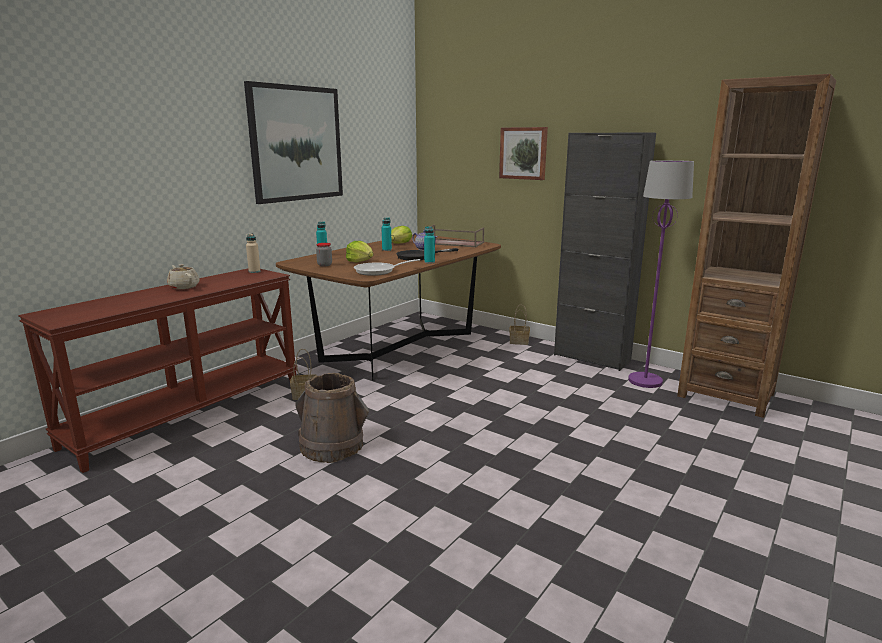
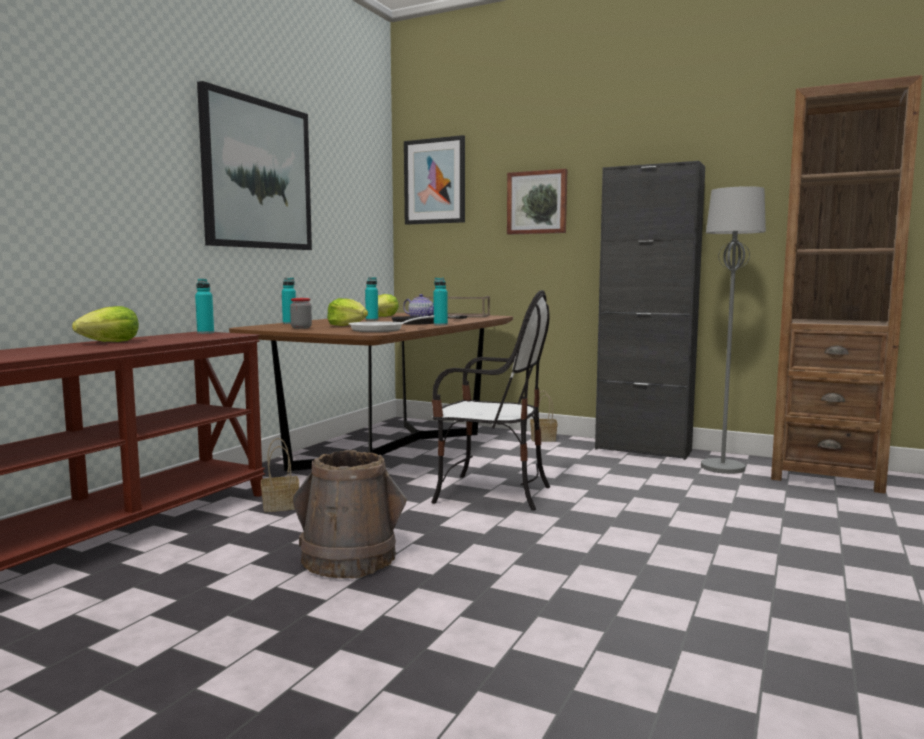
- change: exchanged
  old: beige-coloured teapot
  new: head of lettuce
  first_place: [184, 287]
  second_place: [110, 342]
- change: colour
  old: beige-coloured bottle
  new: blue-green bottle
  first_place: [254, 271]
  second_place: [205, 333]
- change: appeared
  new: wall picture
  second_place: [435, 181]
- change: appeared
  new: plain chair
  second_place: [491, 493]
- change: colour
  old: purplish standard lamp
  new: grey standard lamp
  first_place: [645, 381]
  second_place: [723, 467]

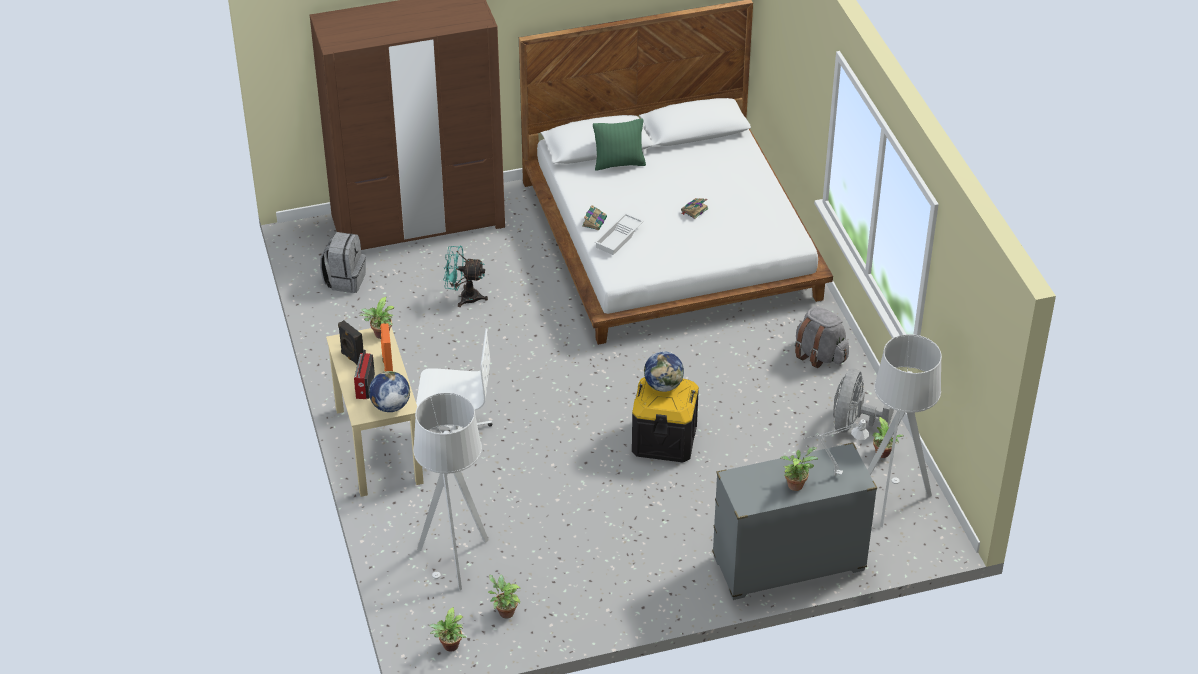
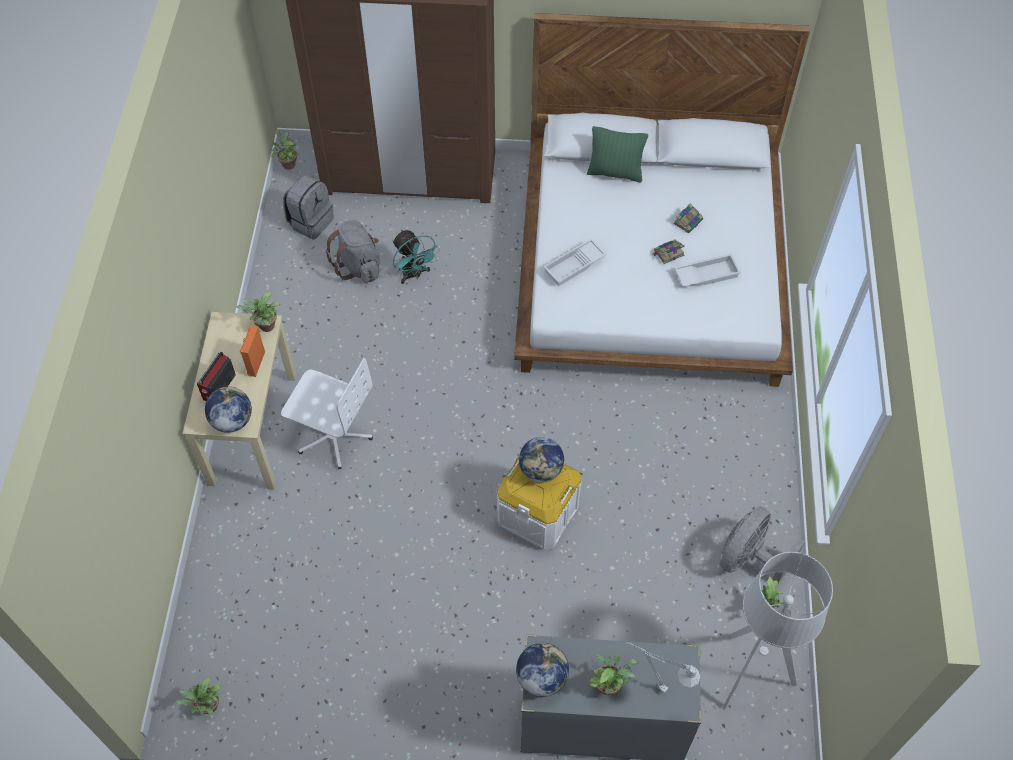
- change: relocated
  old: plant in a pot
  first_place: [504, 612]
  second_place: [287, 164]
- change: relocated
  old: grey backpack
  first_place: [819, 355]
  second_place: [358, 266]
- change: spun
  old: blue-green fan
  first_place: [464, 297]
  second_place: [414, 274]
  degrees: -150
- change: colour
  old: black storage container
  new: white-coloured storage container
  first_place: [664, 439]
  second_place: [538, 514]
- change: appeared
  new: world globe
  second_place: [541, 677]
- change: relocated
  old: bound book
  first_place: [594, 221]
  second_place: [688, 221]
- change: appeared
  new: white-coloured serving tray
  second_place: [706, 274]
- change: missing
  old: black loudspeaker
  first_place: [352, 358]
- change: missing
  old: grey standard lamp
  first_place: [455, 559]

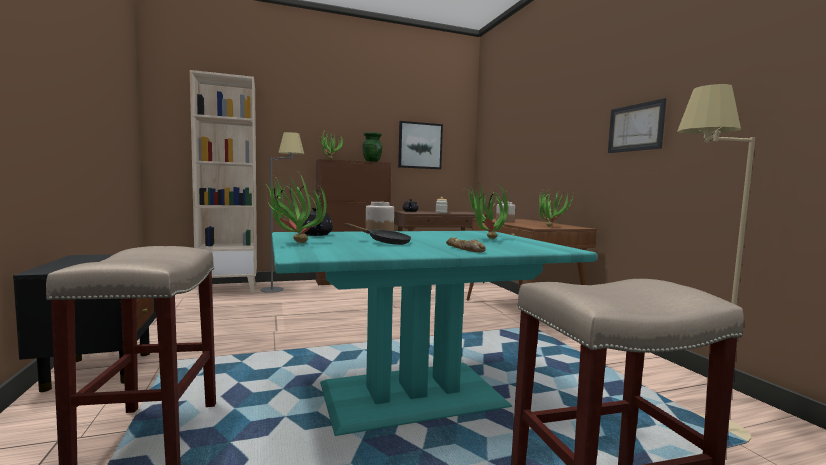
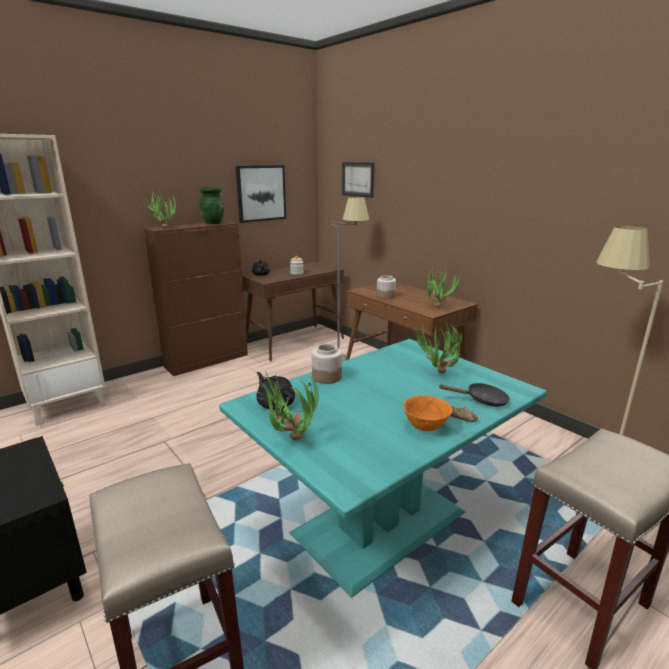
- change: relocated
  old: grey standard lamp
  first_place: [282, 289]
  second_place: [346, 356]
- change: relocated
  old: wall picture
  first_place: [635, 127]
  second_place: [358, 179]
- change: appeared
  new: orange-coloured deep dish
  second_place: [425, 427]
- change: relocated
  old: black pan
  first_place: [385, 242]
  second_place: [482, 400]

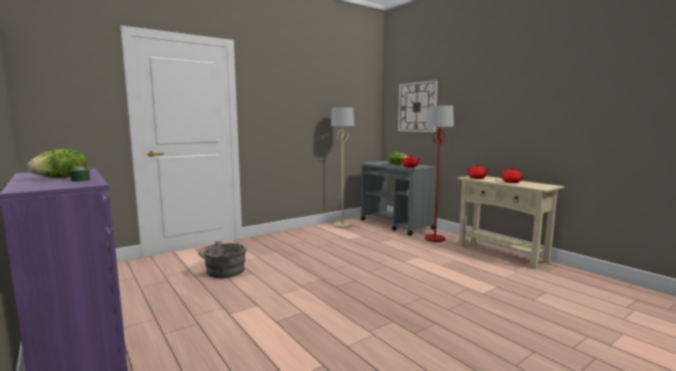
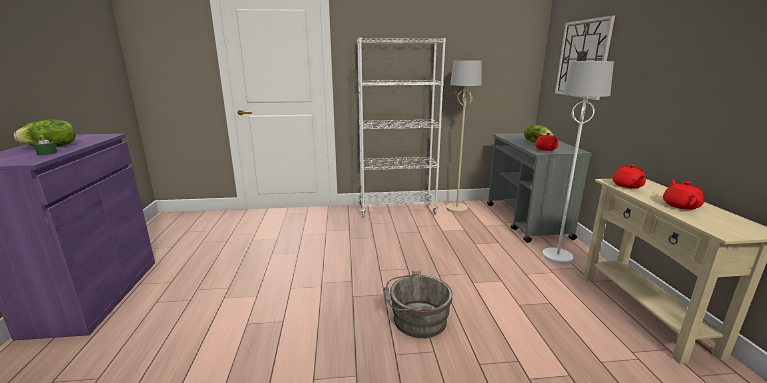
- change: appeared
  new: white-coloured shelving unit
  second_place: [397, 210]
- change: relocated
  old: grey pail
  first_place: [223, 271]
  second_place: [416, 320]
- change: colour
  old: reddish standard lamp
  new: white-coloured standard lamp
  first_place: [434, 239]
  second_place: [557, 256]

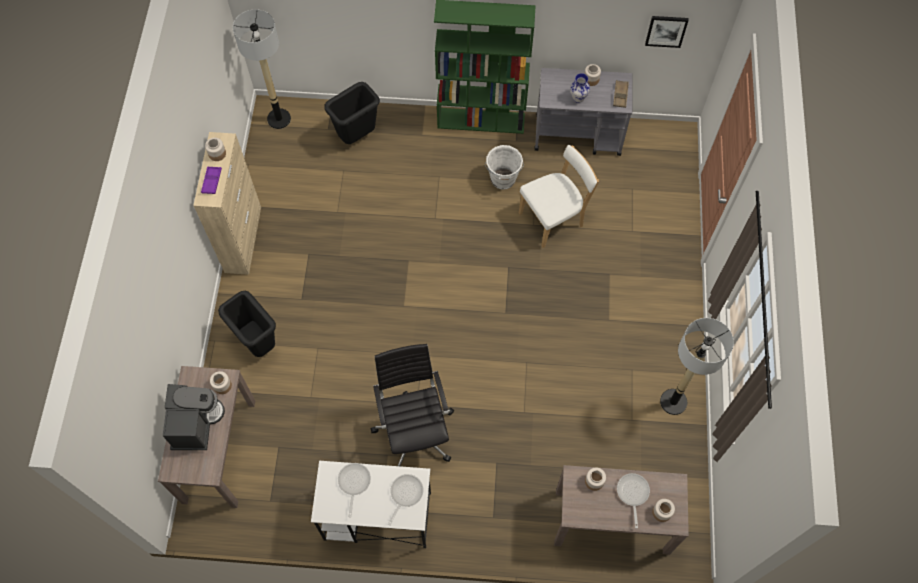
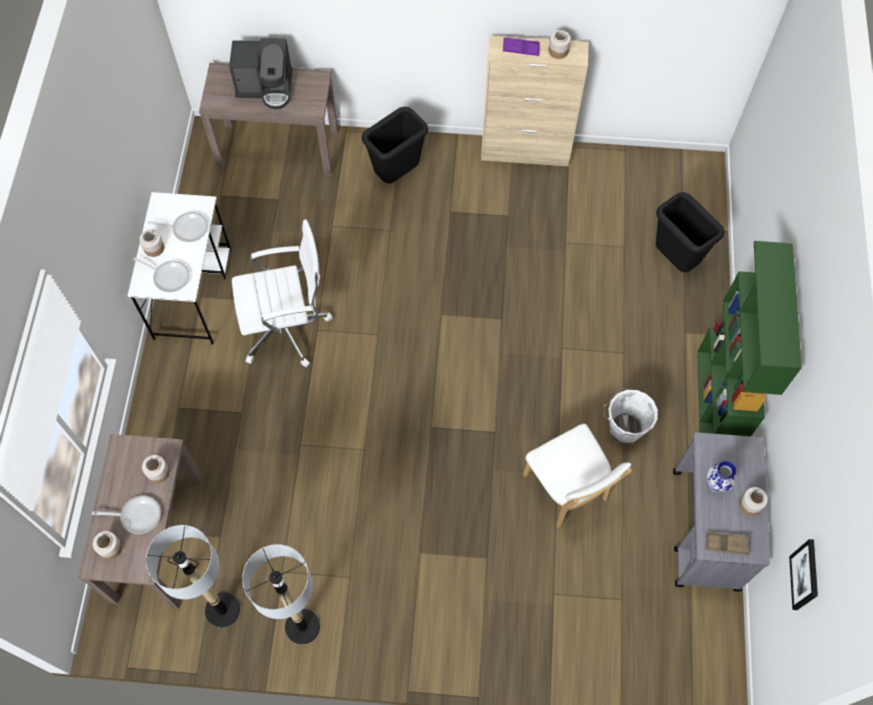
- change: relocated
  old: preserve jar
  first_place: [222, 386]
  second_place: [154, 248]
- change: relocated
  old: standard lamp
  first_place: [279, 119]
  second_place: [222, 610]
- change: colour
  old: black desk chair
  new: white-coloured desk chair
  first_place: [415, 430]
  second_place: [287, 328]

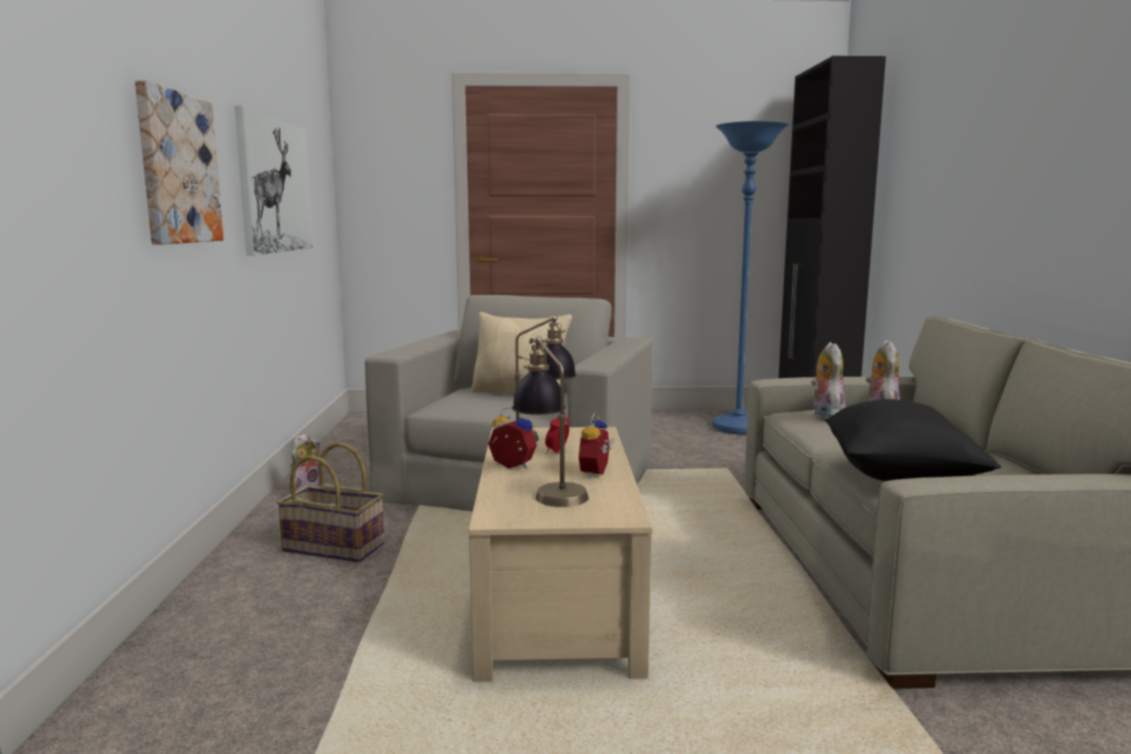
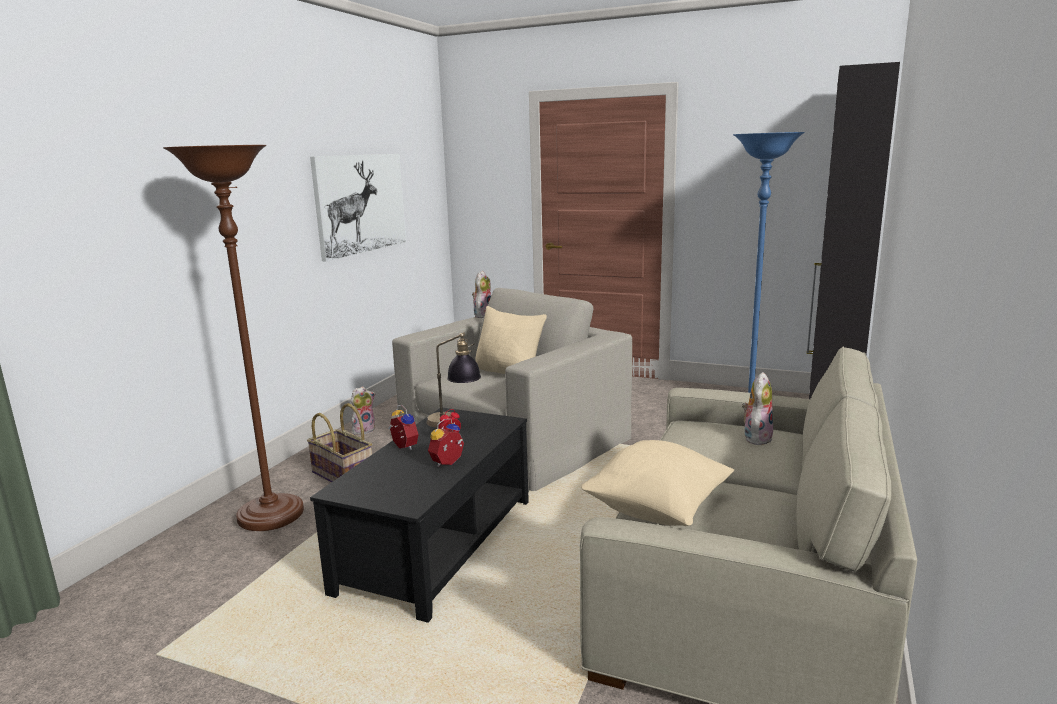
- change: appeared
  new: brown standard lamp
  second_place: [271, 516]
- change: colour
  old: beige-coloured low table
  new: black low table
  first_place: [559, 598]
  second_place: [439, 545]
- change: relocated
  old: soft toy
  first_place: [825, 417]
  second_place: [482, 315]
- change: colour
  old: black throw pillow
  new: beige-coloured throw pillow
  first_place: [899, 477]
  second_place: [658, 510]
- change: missing
  old: wall picture
  first_place: [178, 168]
- change: missing
  old: table lamp
  first_place: [550, 490]

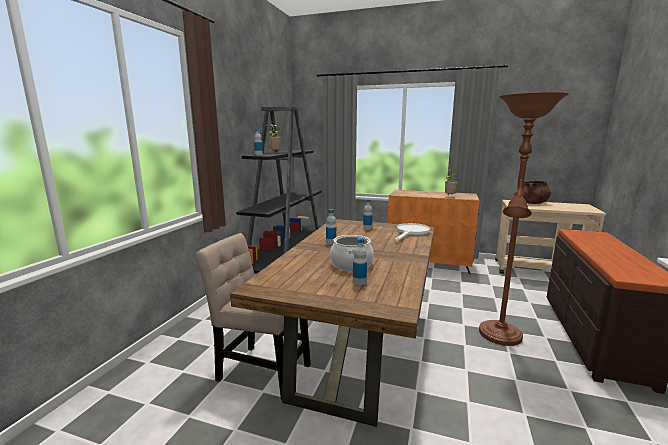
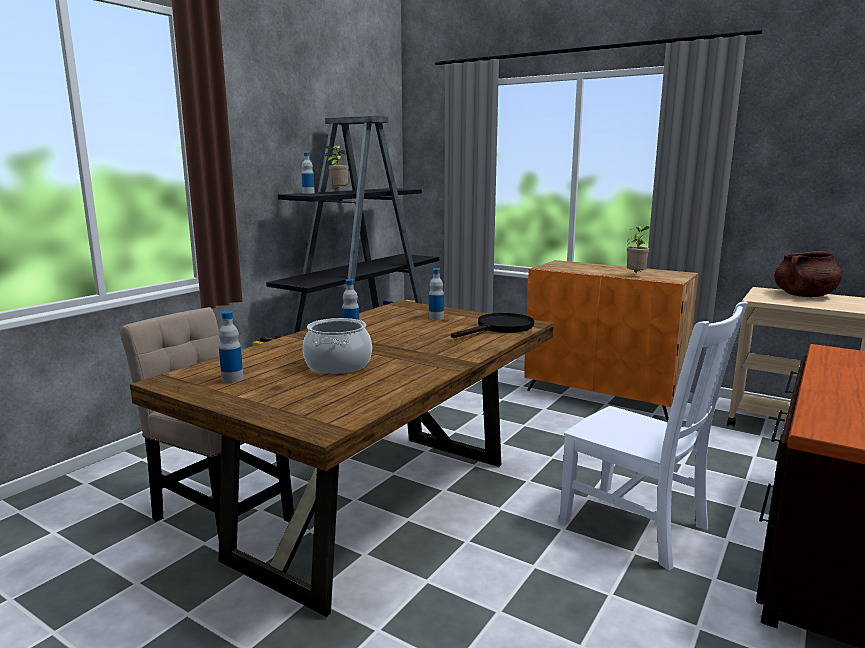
- change: relocated
  old: bottle
  first_place: [359, 282]
  second_place: [232, 379]
- change: colour
  old: white-coloured pan
  new: black pan
  first_place: [411, 232]
  second_place: [500, 328]
- change: exchanged
  old: brown standard lamp
  new: white-coloured plain chair
  first_place: [500, 337]
  second_place: [638, 526]

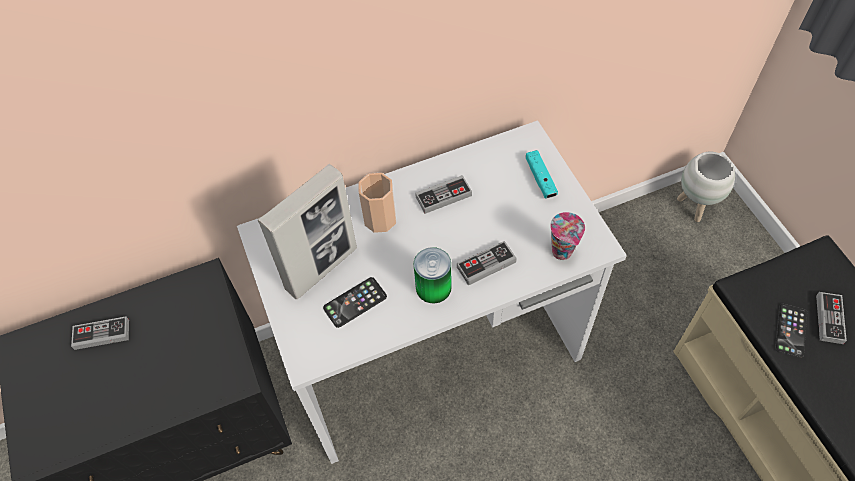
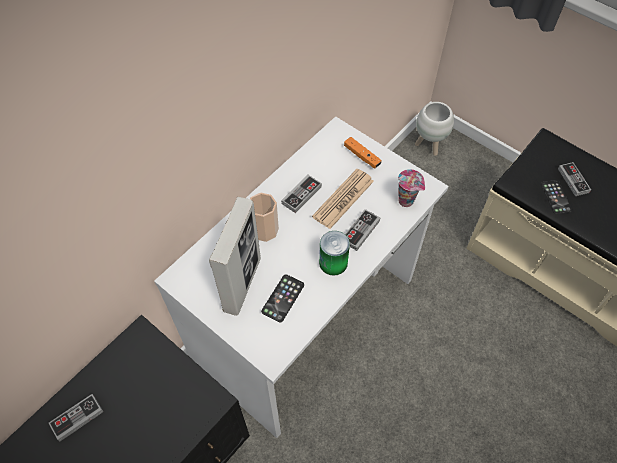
- change: appeared
  new: daily paper
  second_place: [343, 199]
- change: colour
  old: blue-green game controller
  new: orange-coloured game controller
  first_place: [540, 178]
  second_place: [362, 156]

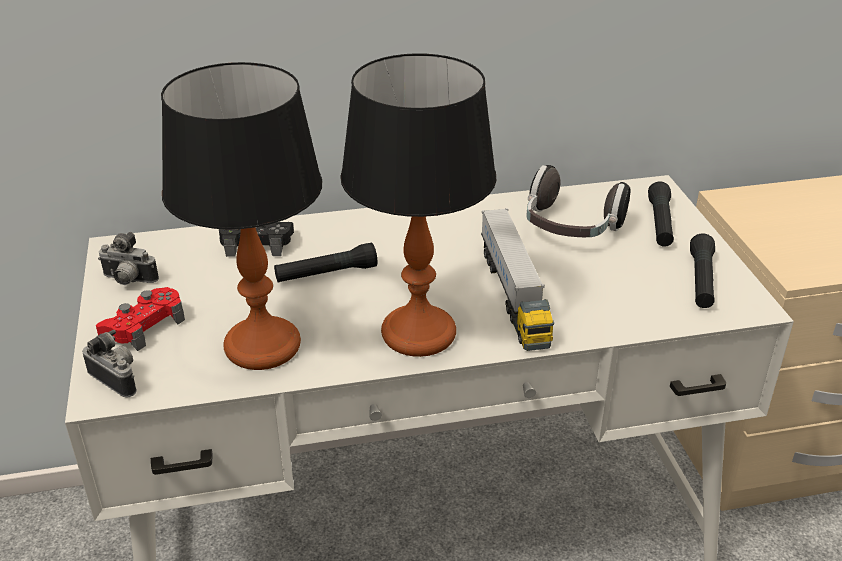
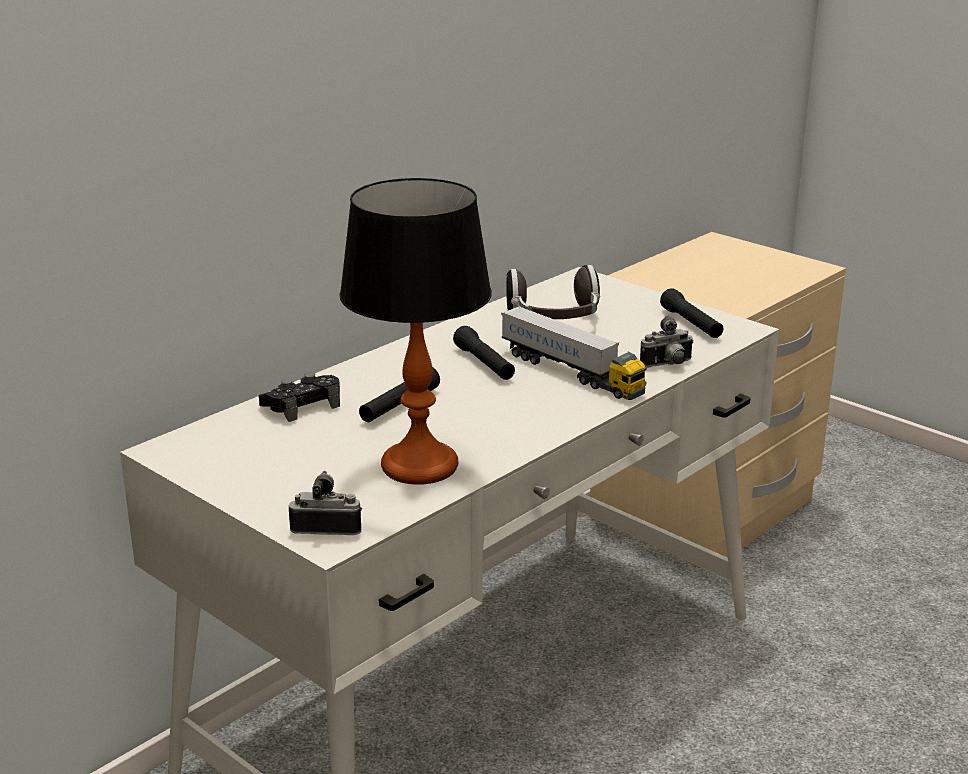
- change: relocated
  old: black flashlight
  first_place: [660, 224]
  second_place: [484, 364]
- change: relocated
  old: still camera
  first_place: [128, 281]
  second_place: [668, 365]
- change: missing
  old: reddish game controller
  first_place: [144, 326]
- change: missing
  old: table lamp
  first_place: [419, 333]

